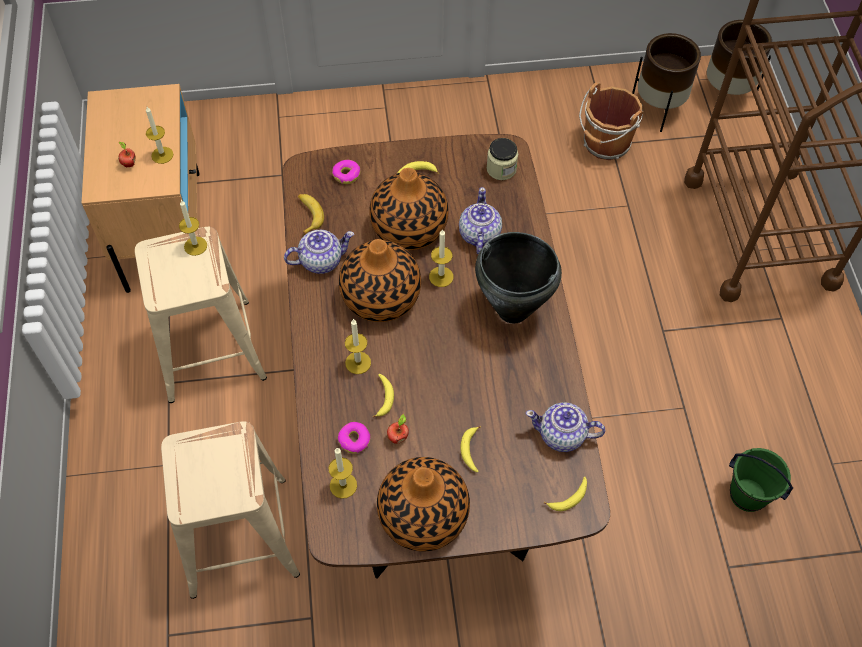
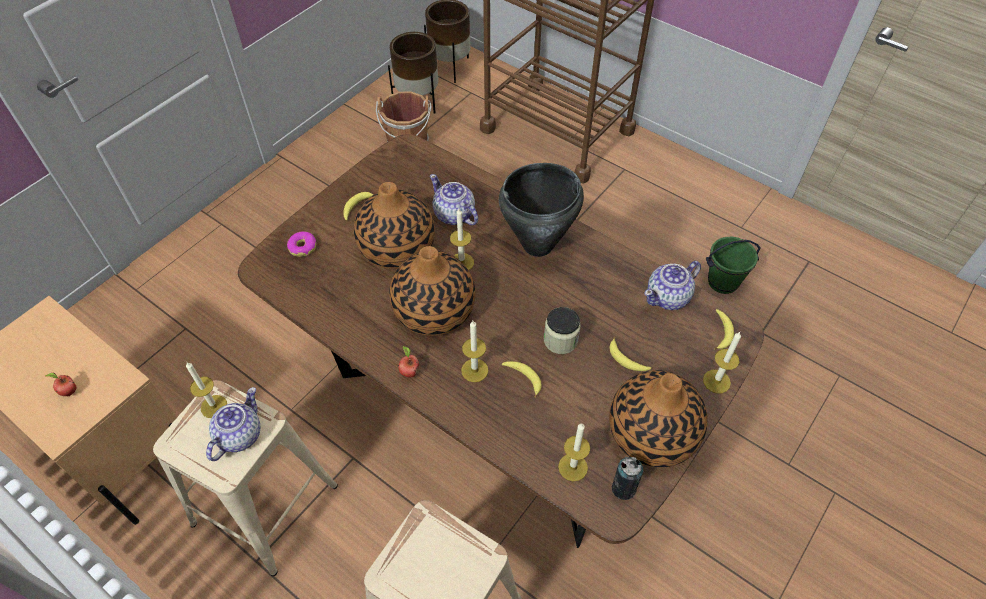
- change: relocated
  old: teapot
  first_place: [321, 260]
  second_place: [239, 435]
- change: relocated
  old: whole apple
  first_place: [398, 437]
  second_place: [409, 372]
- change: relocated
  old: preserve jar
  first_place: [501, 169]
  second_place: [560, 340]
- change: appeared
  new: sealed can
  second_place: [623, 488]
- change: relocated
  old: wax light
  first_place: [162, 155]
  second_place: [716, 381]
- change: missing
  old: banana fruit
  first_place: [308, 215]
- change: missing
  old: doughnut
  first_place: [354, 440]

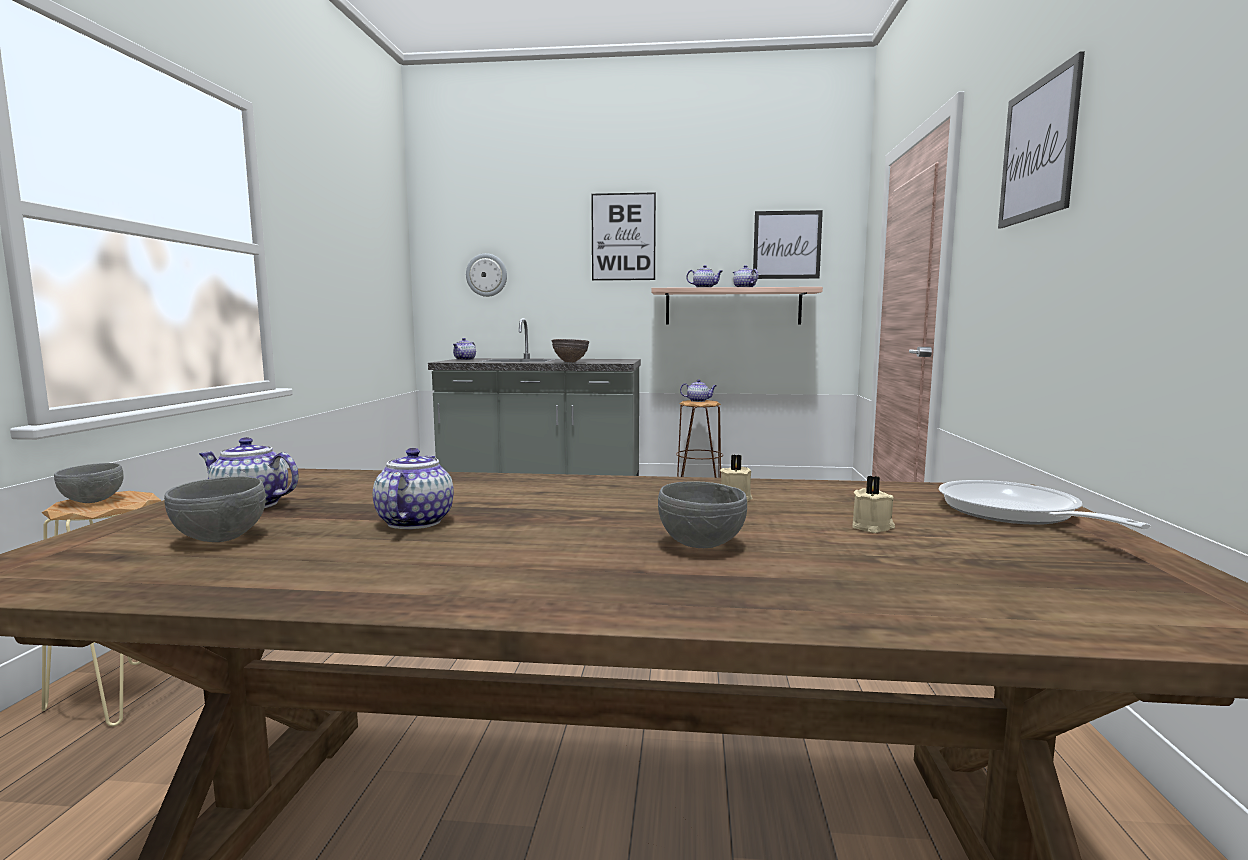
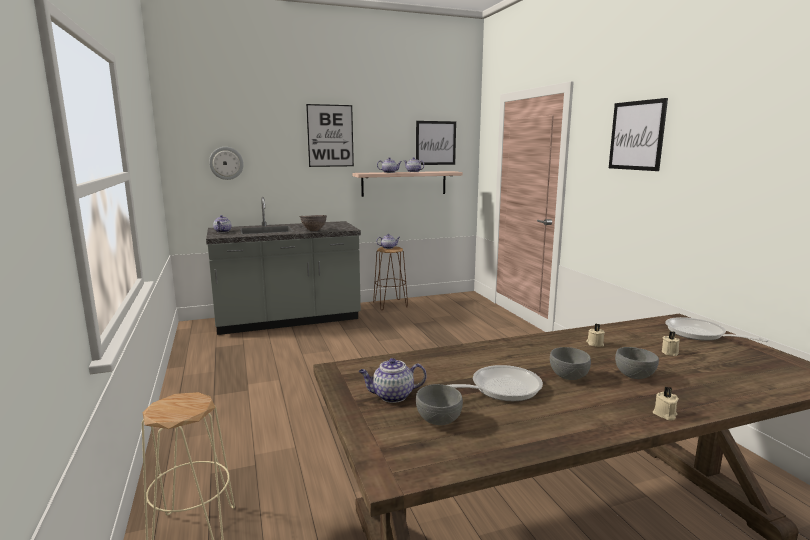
- change: exchanged
  old: teapot
  new: pan
  first_place: [414, 521]
  second_place: [499, 388]
- change: relocated
  old: grey deep dish
  first_place: [94, 501]
  second_place: [568, 377]
- change: appeared
  new: beige-coloured wax light
  second_place: [665, 414]

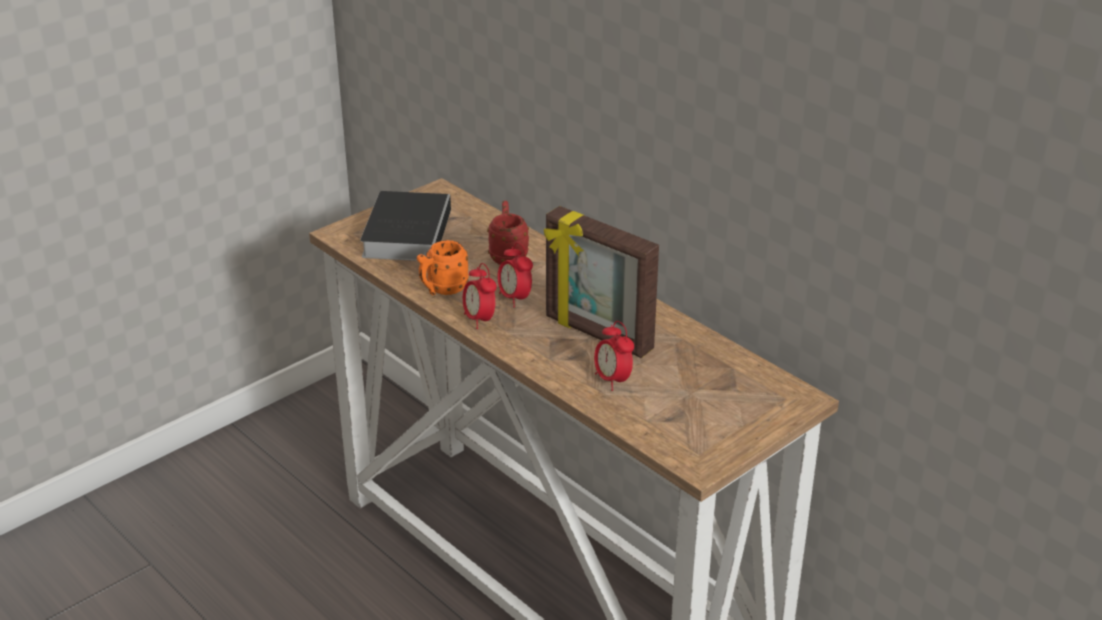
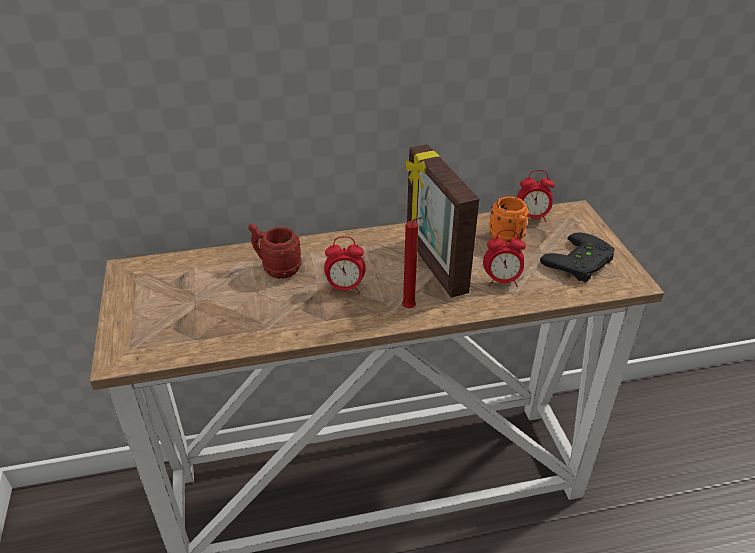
- change: appeared
  new: reddish wax light
  second_place: [410, 309]
- change: spun
  old: standing frame
  first_place: [597, 334]
  second_place: [434, 265]
  degrees: 90
- change: relocated
  old: orange-coloured coffee mug
  first_place: [442, 290]
  second_place: [508, 241]
- change: relocated
  old: table clock
  first_place: [479, 320]
  second_place: [532, 218]
- change: appeared
  new: black game controller
  second_place: [581, 263]
- change: missing
  old: bound book
  first_place: [407, 231]

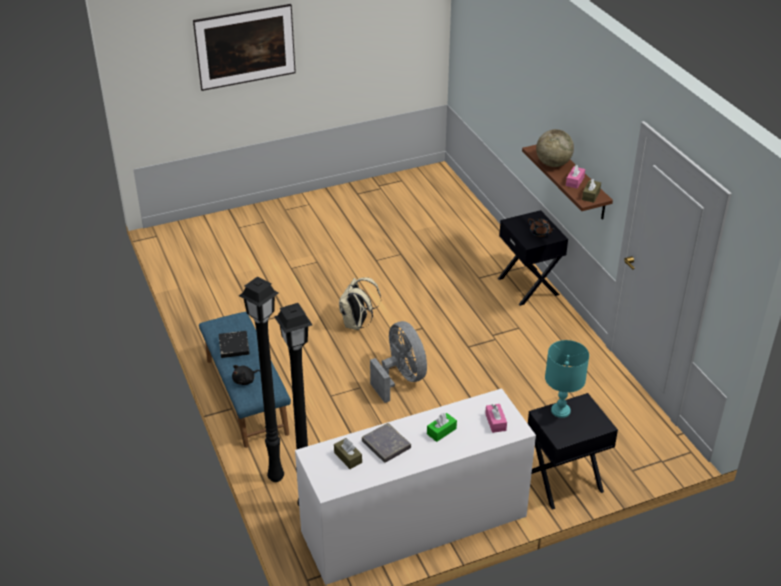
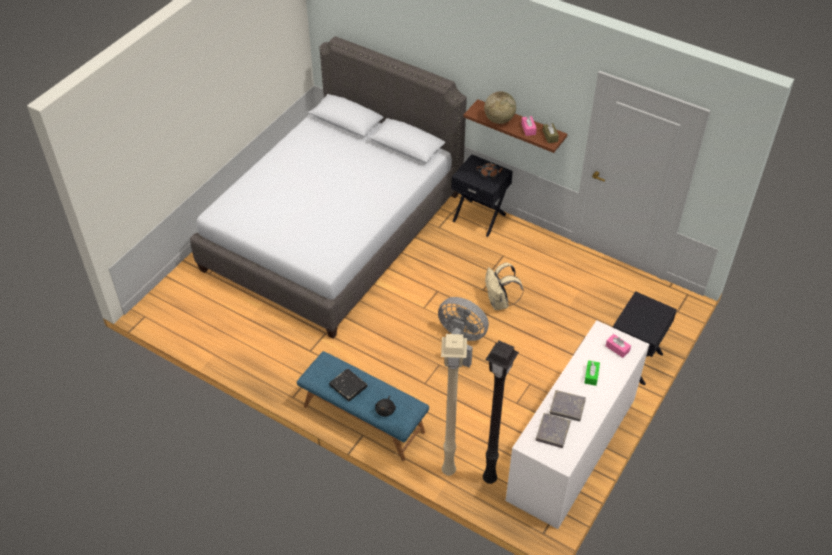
- change: appeared
  new: grey bedroom bed
  second_place: [333, 231]
- change: colour
  old: black standard lamp
  new: beige-coloured standard lamp
  first_place: [274, 477]
  second_place: [447, 471]
- change: relocated
  old: beige-coloured backpack
  first_place: [357, 324]
  second_place: [499, 303]
- change: exchanged
  old: brown tissue holder
  new: grey bound book
  first_place: [348, 457]
  second_place: [552, 432]
- change: missing
  old: wall picture
  first_place: [247, 64]
- change: missing
  old: blue-green table lamp
  first_place: [561, 410]

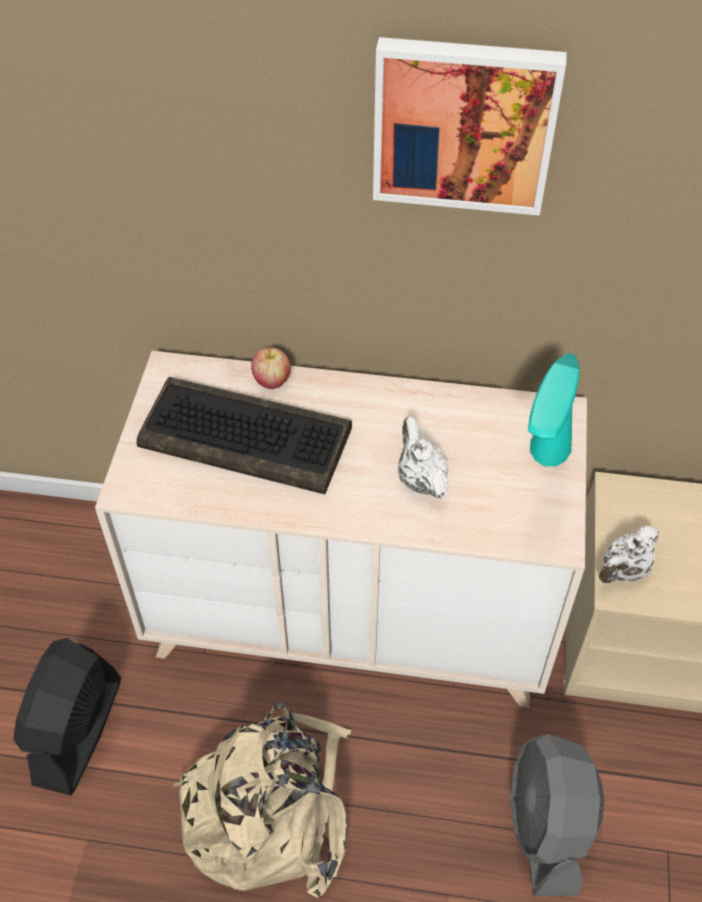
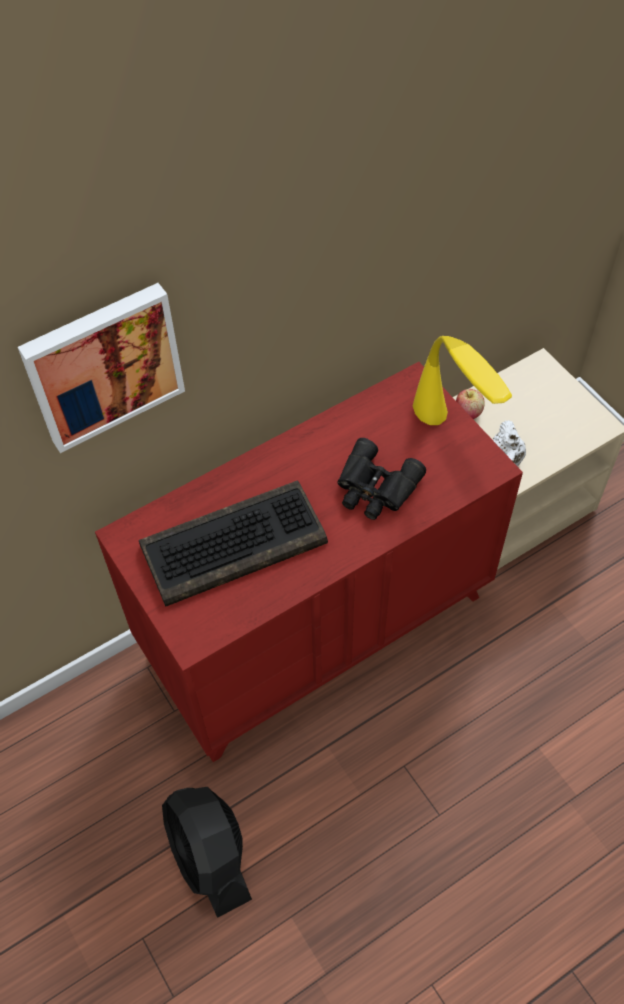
- change: relocated
  old: wall picture
  first_place: [464, 124]
  second_place: [103, 364]
- change: colour
  old: beige-coloured dresser
  new: reddish dresser
  first_place: [352, 614]
  second_place: [316, 625]
- change: exchanged
  old: white-coloured teapot
  new: black pair of binoculars
  first_place: [420, 479]
  second_place: [375, 488]
- change: colour
  old: blue-green table lamp
  new: yellow table lamp
  first_place: [535, 492]
  second_place: [450, 445]
- change: relocated
  old: whole apple
  first_place: [272, 381]
  second_place: [468, 413]
- change: missing
  old: beige-coloured backpack
  first_place: [270, 808]
- change: missing
  old: grey fan
  first_place: [546, 827]

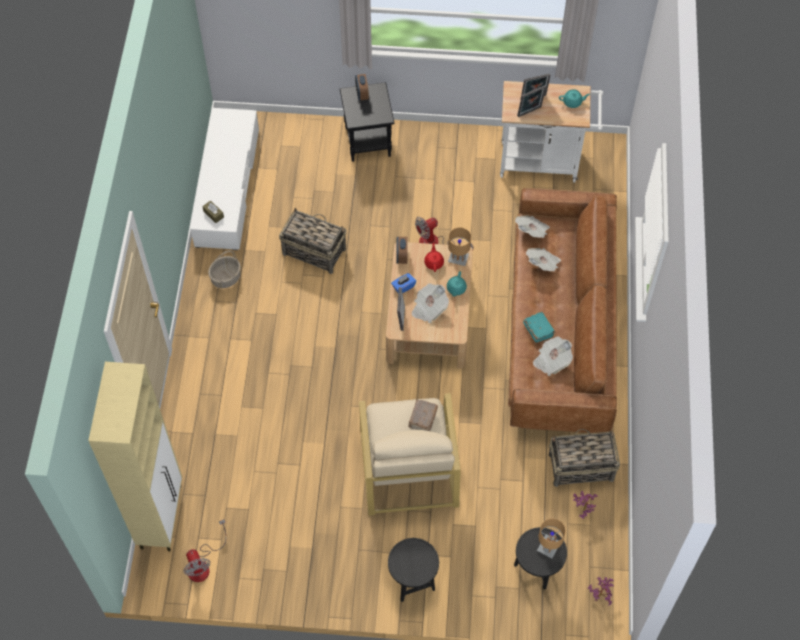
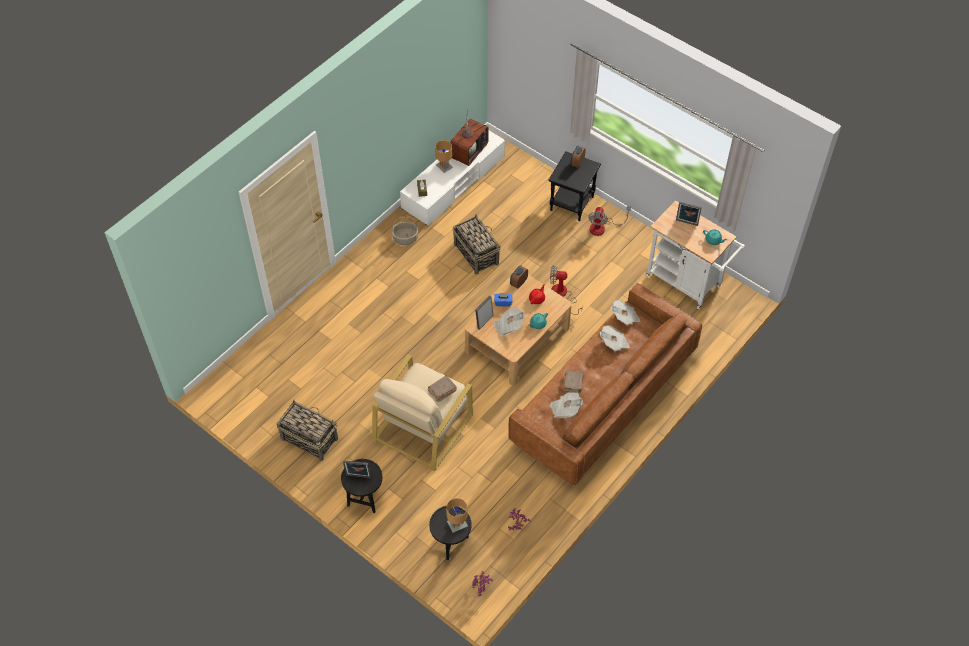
- change: relocated
  old: household basket
  first_place: [580, 467]
  second_place: [309, 438]
- change: relocated
  old: standing frame
  first_place: [530, 112]
  second_place: [358, 477]
- change: relocated
  old: brown table lamp
  first_place: [458, 258]
  second_place: [444, 167]
- change: appeared
  new: television
  second_place: [468, 150]
- change: colour
  old: blue-green bound book
  new: brown bound book
  first_place: [538, 329]
  second_place: [573, 384]
- change: relocated
  old: fan
  first_place: [203, 564]
  second_place: [602, 227]
- change: missing
  old: beige-coloured cupboard
  first_place: [161, 516]

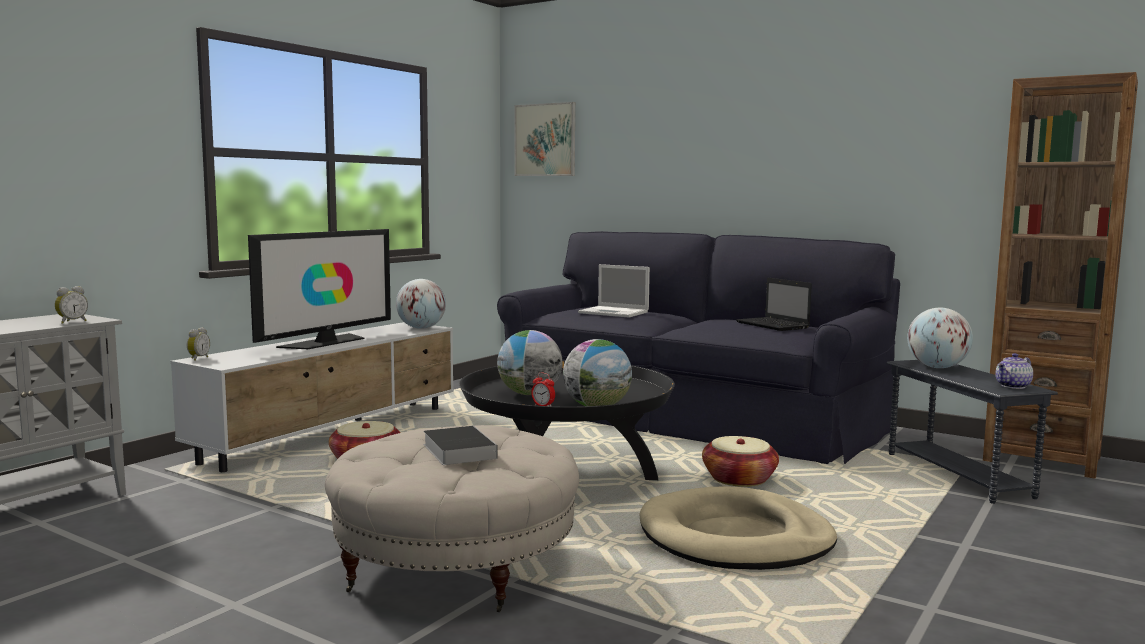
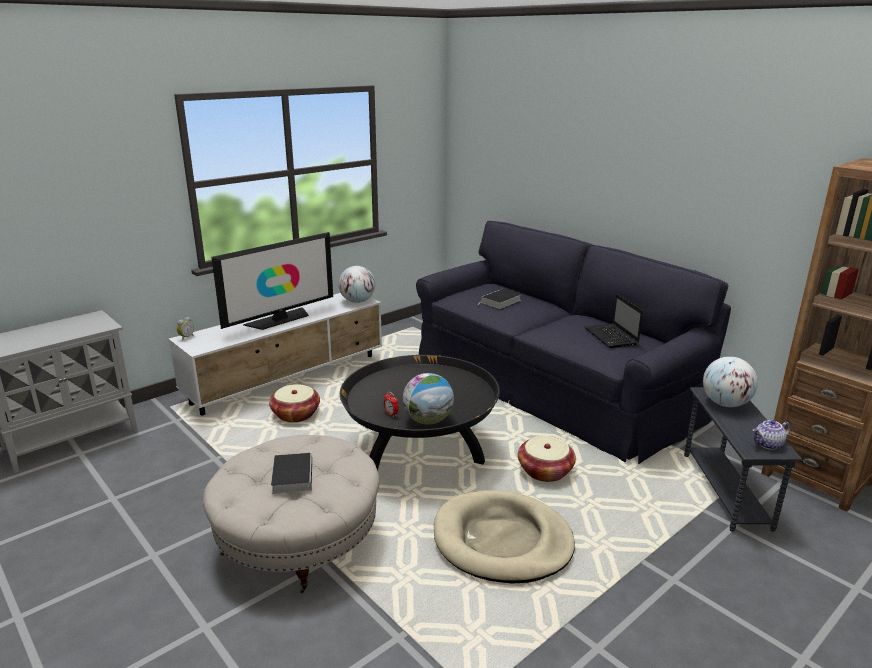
- change: exchanged
  old: portable computer
  new: bound book
  first_place: [615, 312]
  second_place: [500, 301]
- change: missing
  old: table clock
  first_place: [71, 322]
- change: missing
  old: world globe
  first_place: [529, 394]
- change: missing
  old: wall picture
  first_place: [545, 140]

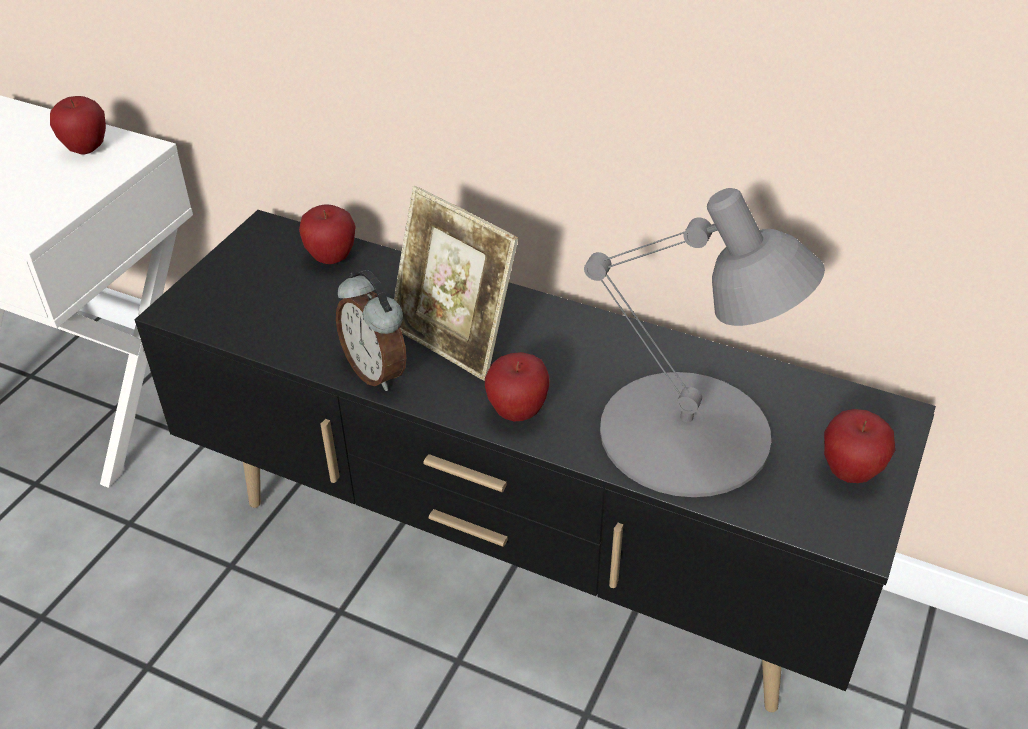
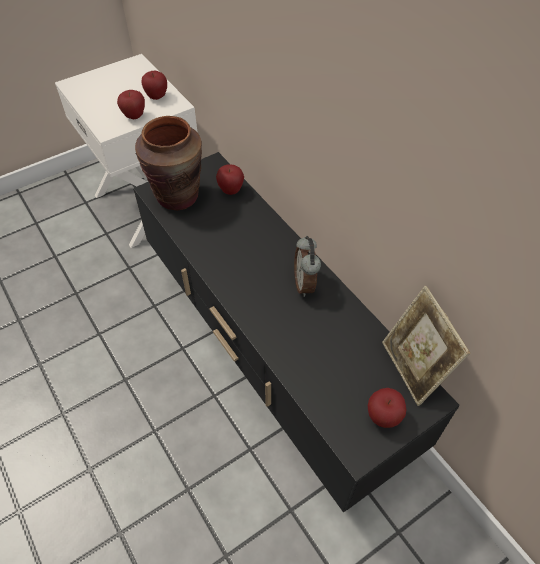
- change: relocated
  old: whole apple
  first_place: [517, 412]
  second_place: [134, 116]
- change: appeared
  new: brown vase
  second_place: [177, 197]
- change: relocated
  old: table clock
  first_place: [377, 372]
  second_place: [305, 284]
- change: relocated
  old: standing frame
  first_place: [453, 341]
  second_place: [412, 369]
- change: missing
  old: grey table lamp
  first_place: [687, 434]

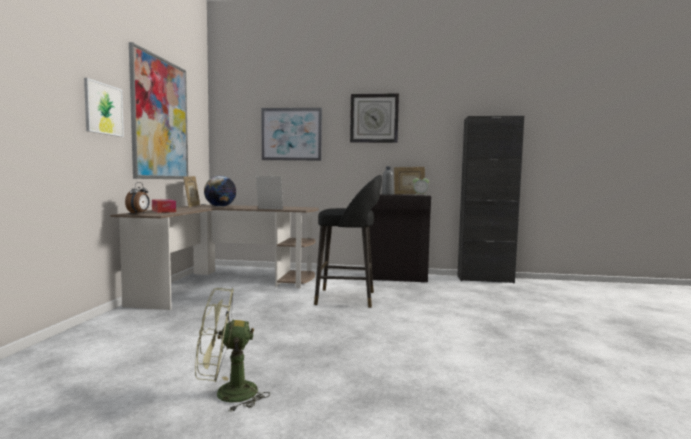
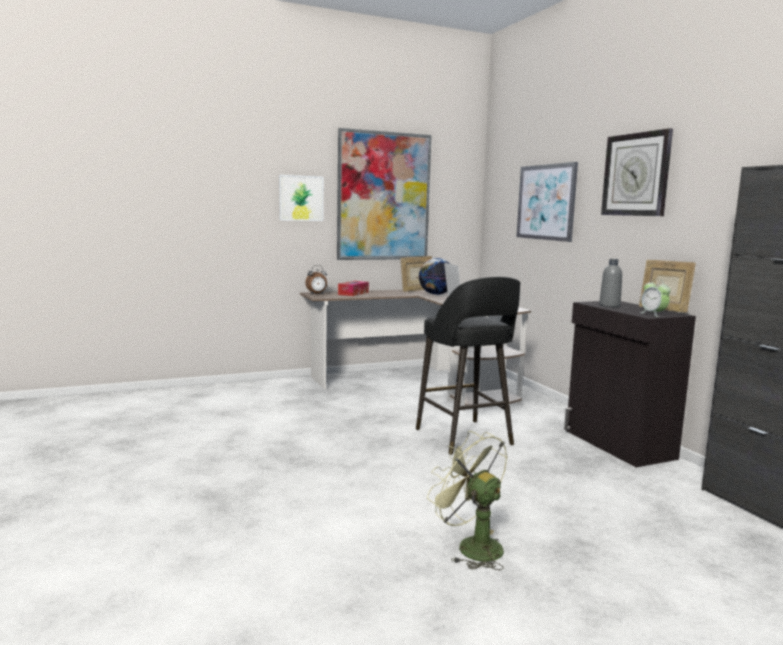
- change: relocated
  old: green fan
  first_place: [227, 394]
  second_place: [471, 546]

